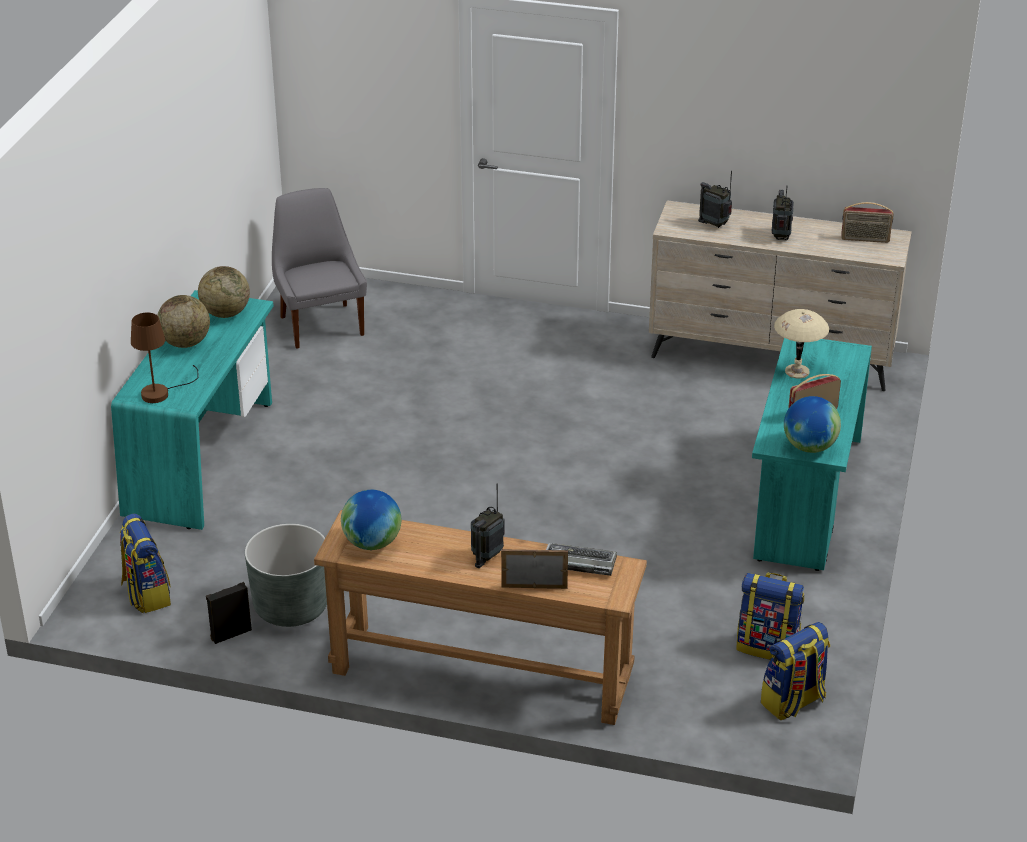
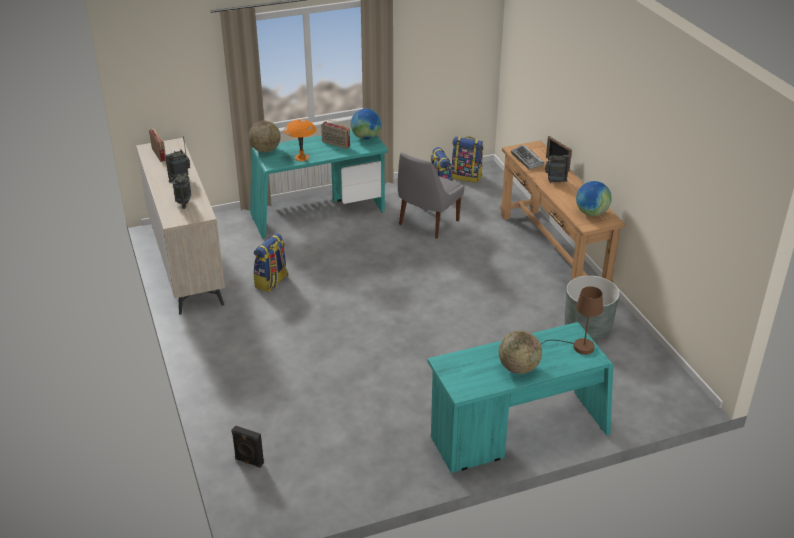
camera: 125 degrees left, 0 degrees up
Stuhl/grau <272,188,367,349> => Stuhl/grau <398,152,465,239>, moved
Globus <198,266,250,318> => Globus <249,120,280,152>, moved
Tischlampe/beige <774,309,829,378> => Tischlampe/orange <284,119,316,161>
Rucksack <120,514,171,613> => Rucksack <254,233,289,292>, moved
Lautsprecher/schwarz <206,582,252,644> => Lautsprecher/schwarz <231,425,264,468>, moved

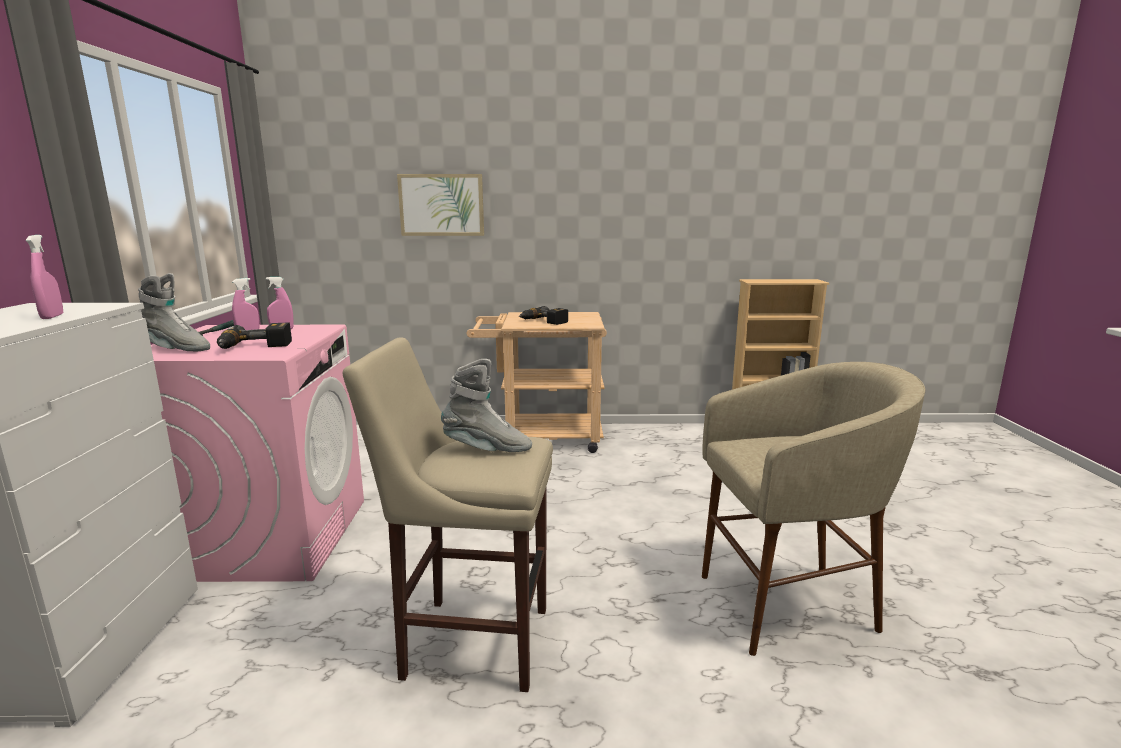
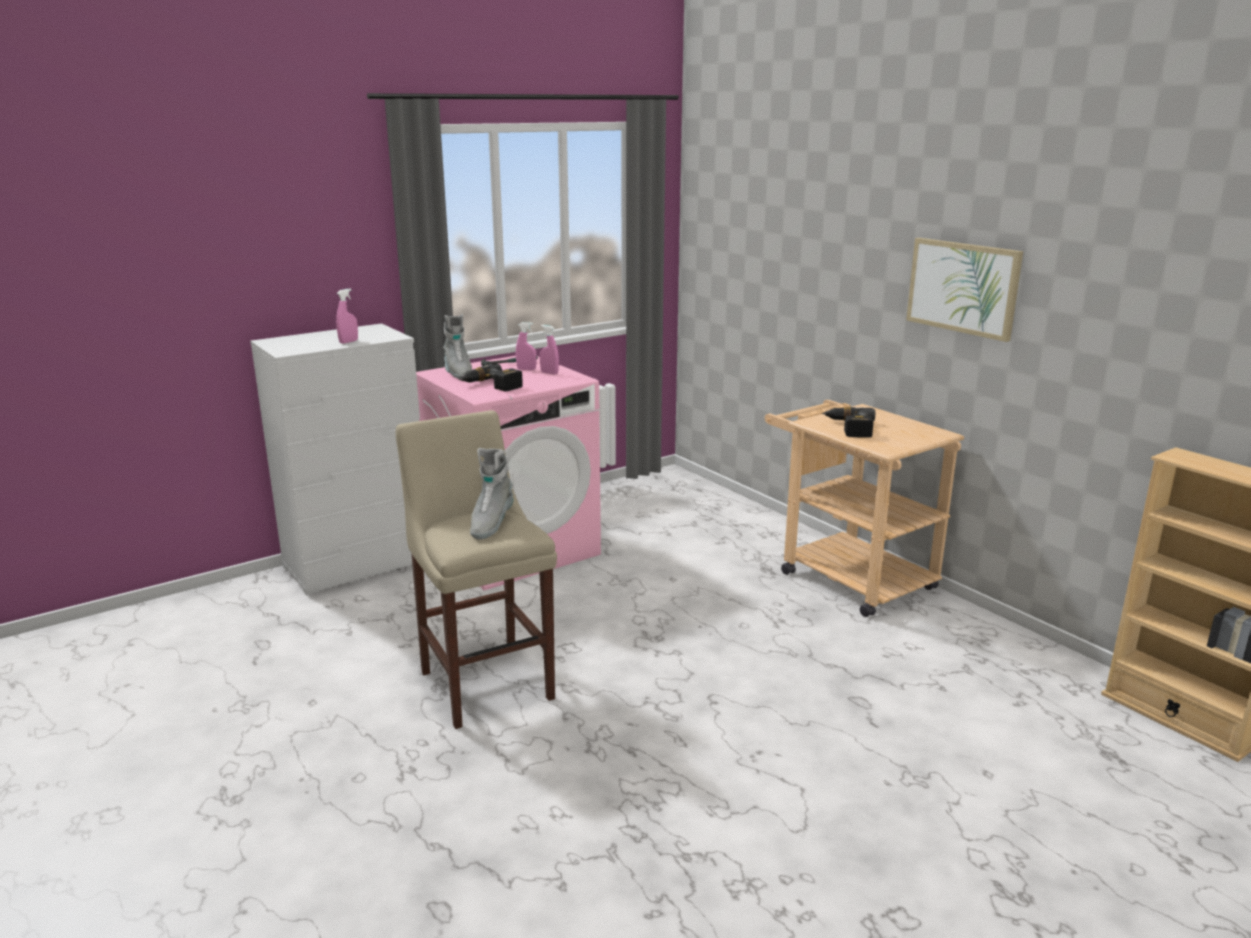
camera: 55 degrees right, 5 degrees up
Bild <397,174,484,236> => Bild <906,238,1023,342>, moved
Stiefel/grau <441,359,532,452> => Stiefel/grau <470,448,514,540>, 45 degrees clockwise
Hocker/beige <702,362,926,656> => nothing

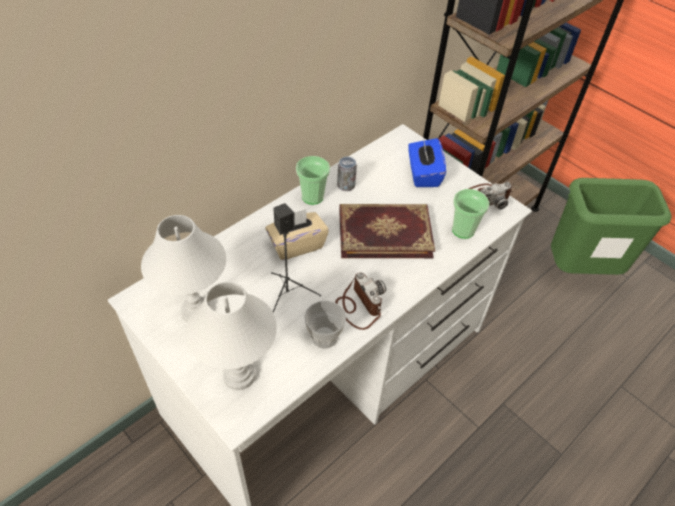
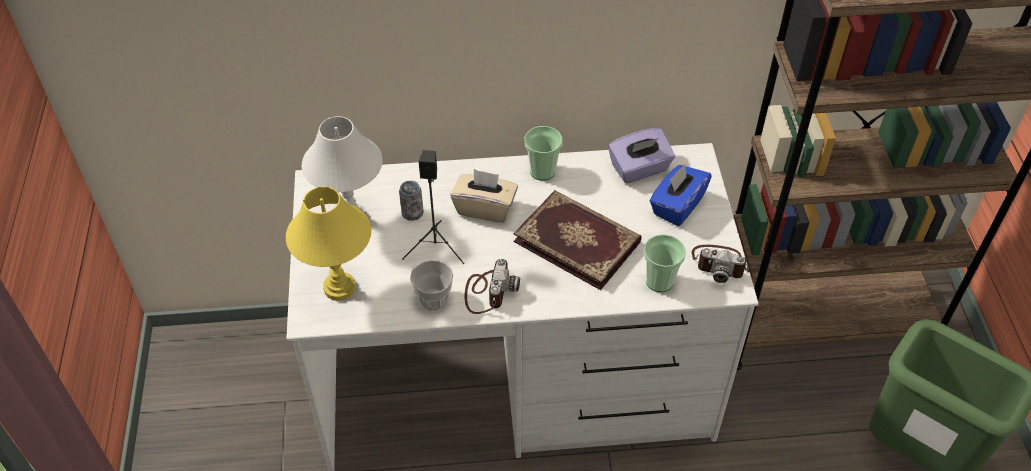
camera: 40 degrees right, 0 degrees up
Dose <337,157,357,191> => Dose <399,180,424,221>, moved
Tischlampe/weiß <185,282,277,390> => Tischlampe/gelb <286,186,371,301>
nothing => Taschentuchbox/lila <608,128,675,183>

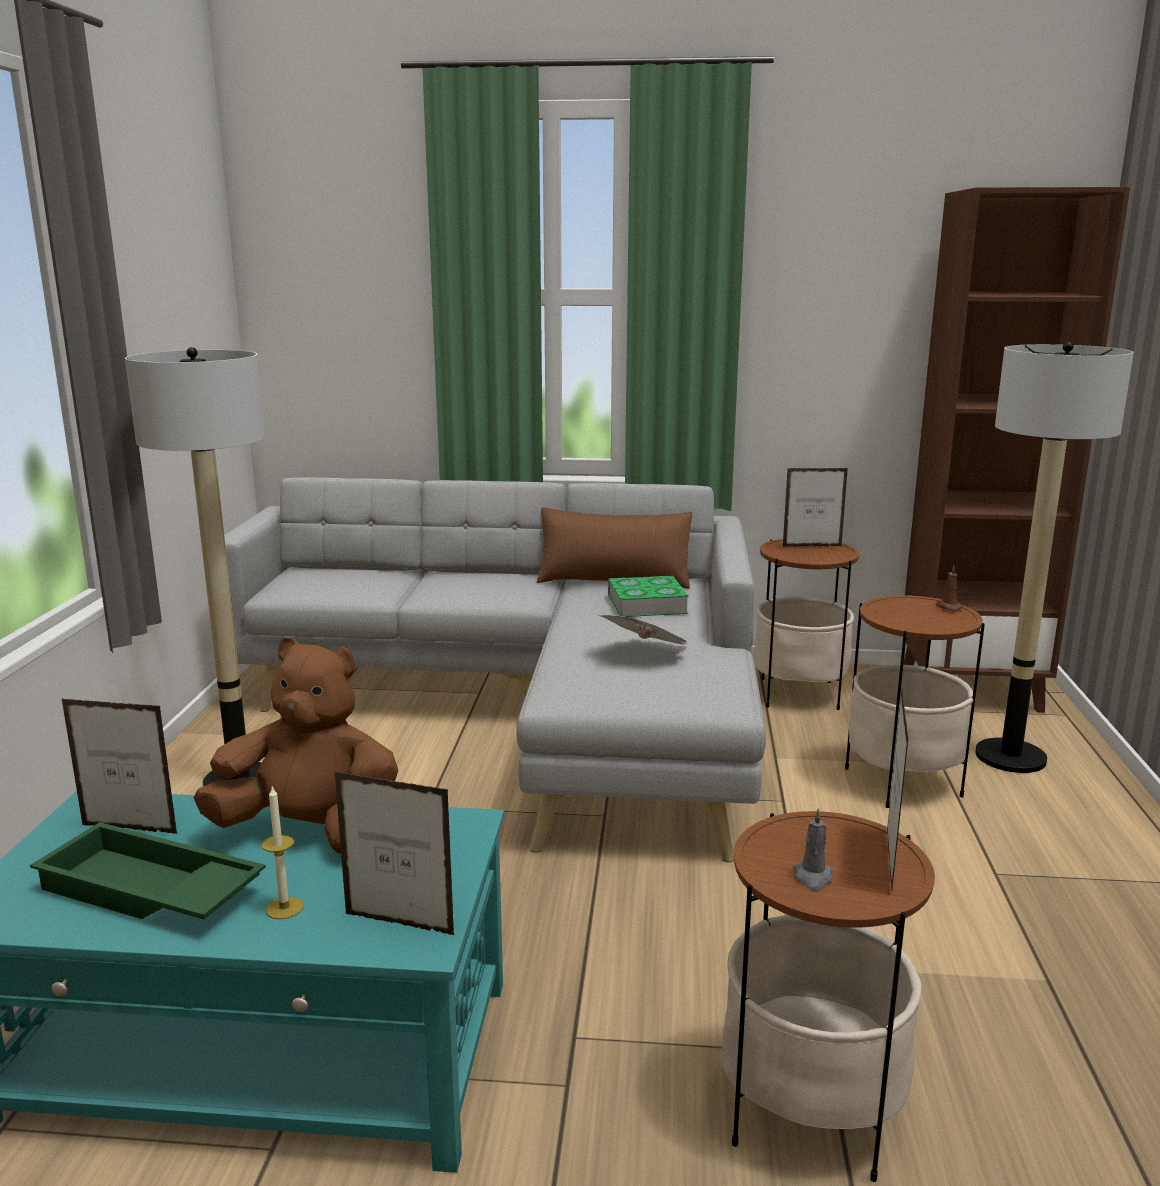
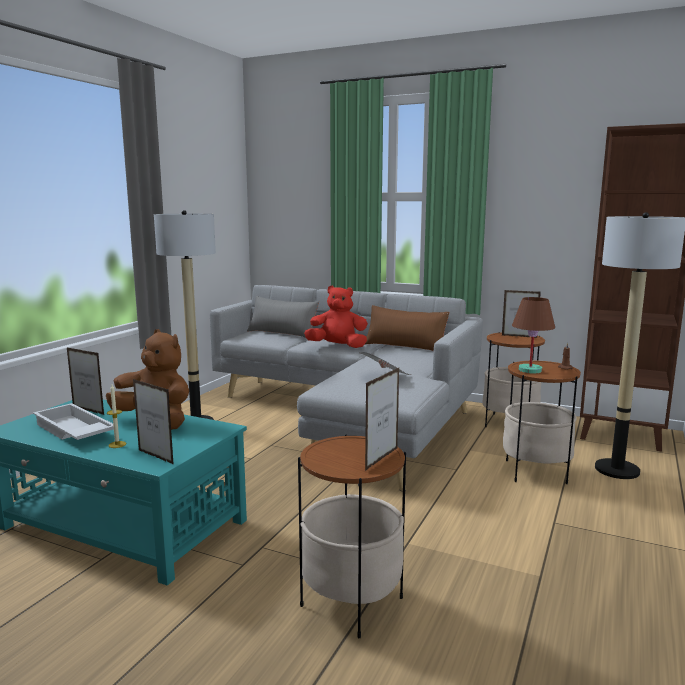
camera: 20 degrees right, 5 degrees down
Buch <608,576,689,617> => nothing
Kerze/grau <793,808,833,891> => nothing
Tablett/grün <30,822,266,919> => Tablett/weiß <33,403,114,440>
nothing => Plüschtier/rot <304,286,368,348>
nothing => Kissen/grau <247,296,319,338>
nothing => Tischlampe/braun <512,297,555,373>

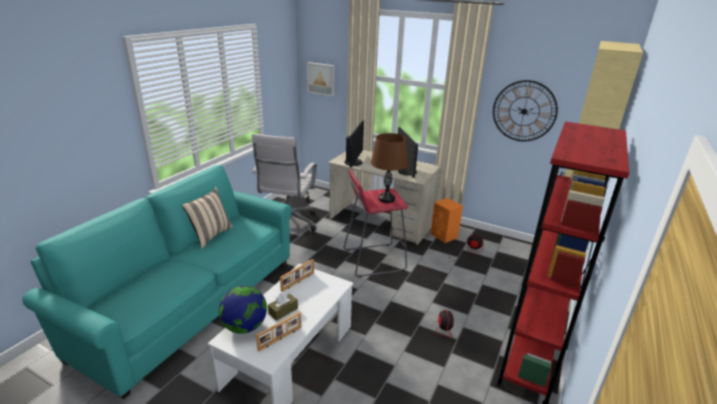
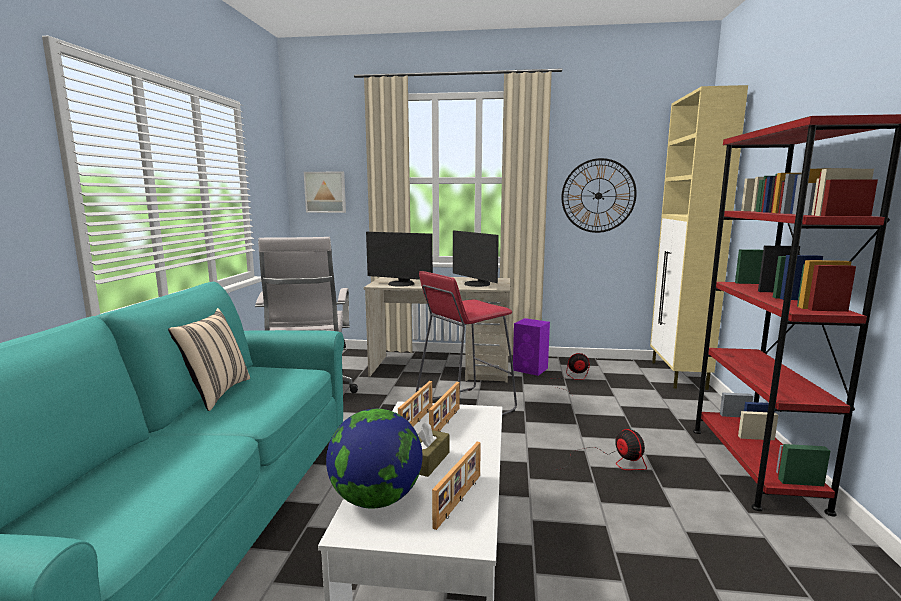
camera: 20 degrees left, 15 degrees down
Monitor <345,120,364,168> => Monitor <366,232,433,287>, 120 degrees clockwise
Tischlampe/braun <371,133,408,203> => nothing
Lautsprecher/orange <431,198,463,243> => Lautsprecher/lila <513,318,550,376>
nothing => Bilderrahmen <429,382,459,431>

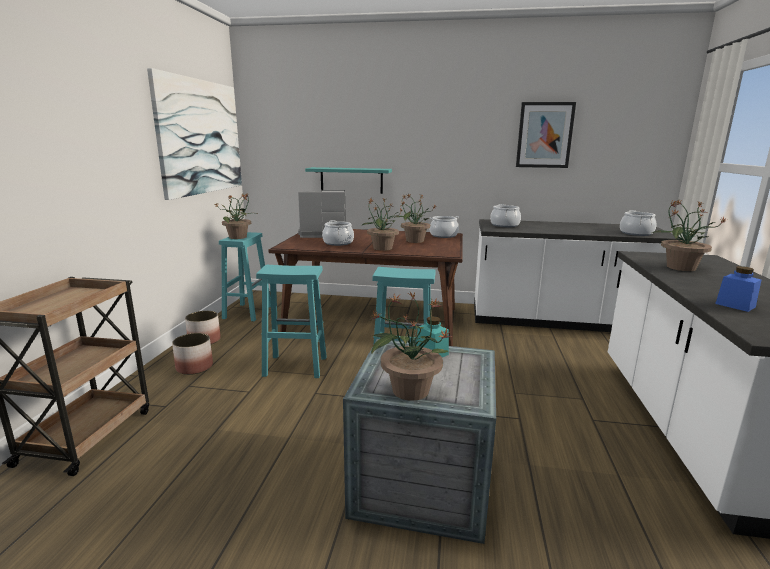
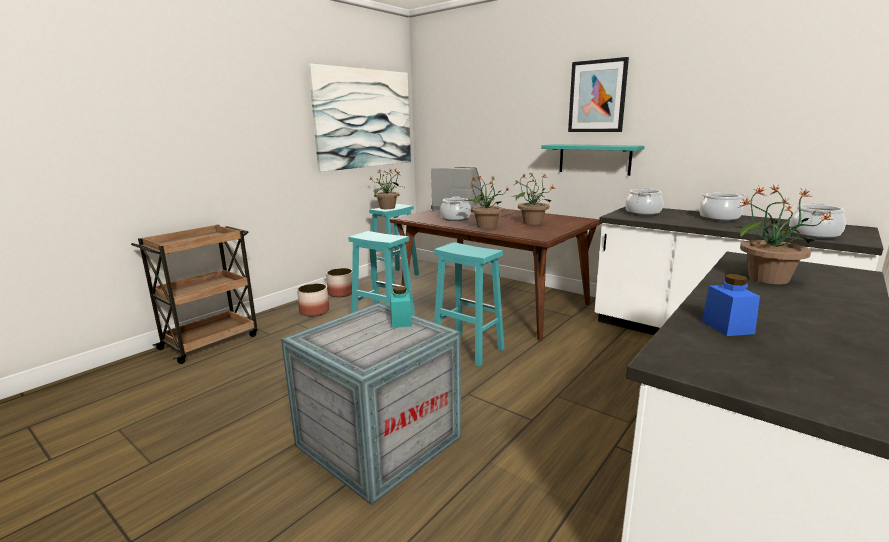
camera: 30 degrees right, 0 degrees up
Bild <516,102,576,168> => Bild <568,57,629,132>, moved
Wandregal/türkis <305,167,392,194> => Wandregal/türkis <541,144,645,176>, moved
Kochtopf <430,216,460,238> => Kochtopf <699,193,746,221>, moved
Topfpflanze <370,292,453,401> => nothing

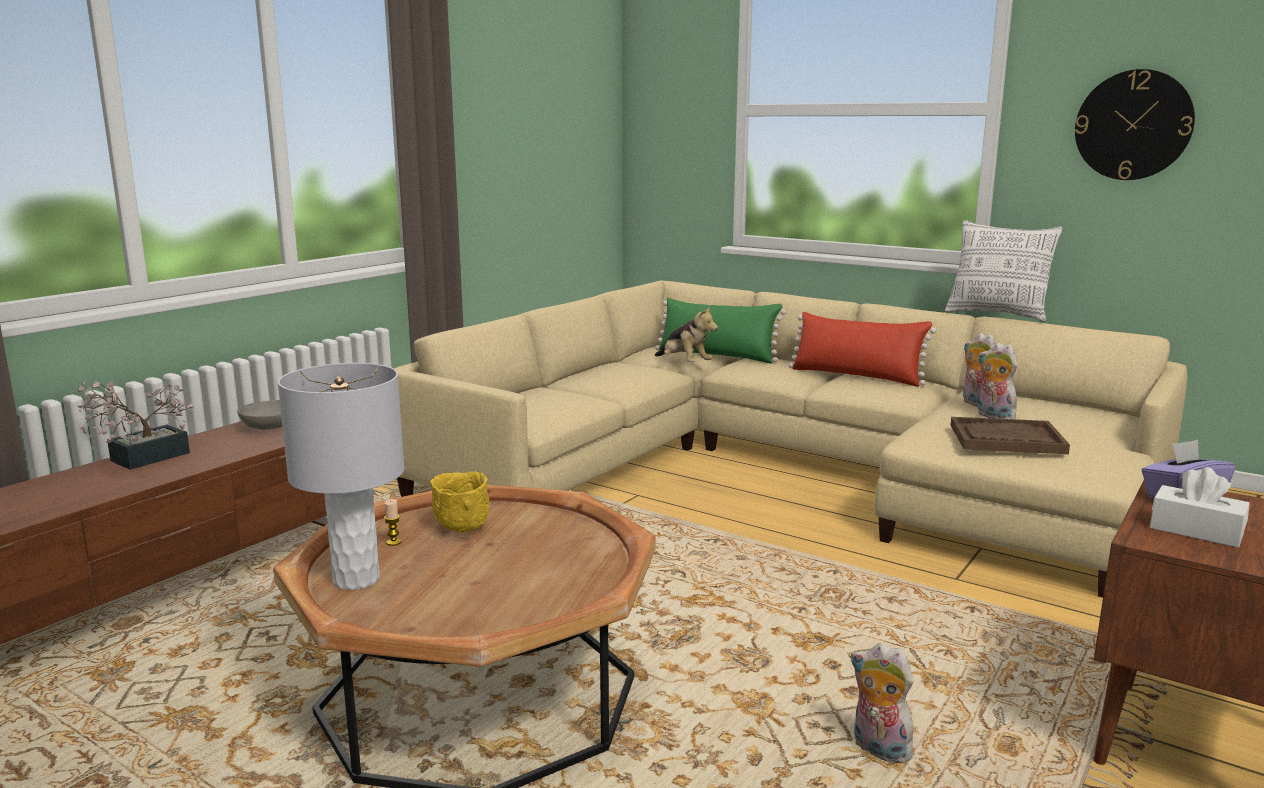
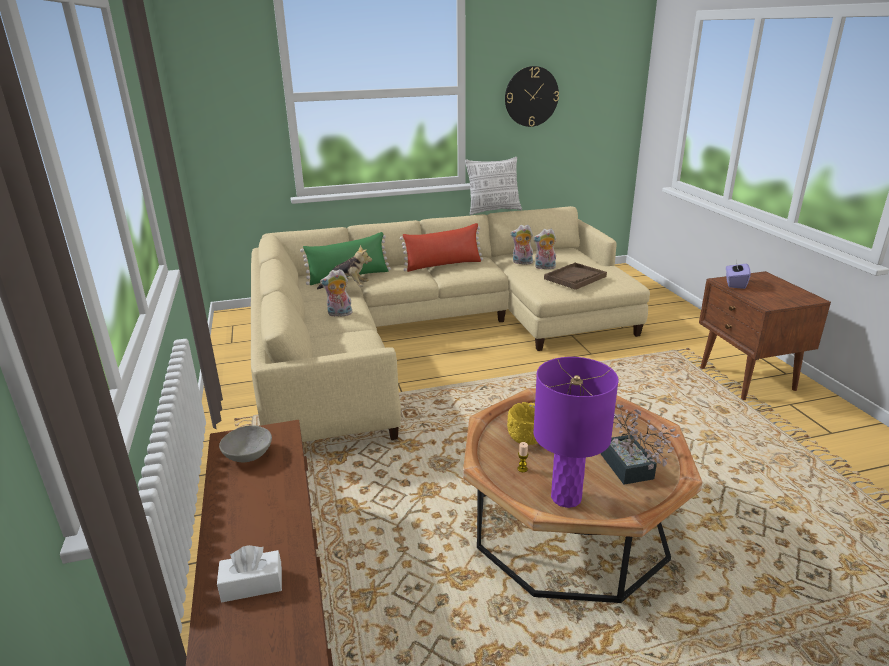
camera: 50 degrees left, 10 degrees up
Tischlampe/grau <278,363,405,590> => Tischlampe/lila <533,357,618,508>
Topfpflanze <77,381,193,470> => Topfpflanze <601,404,680,485>, moved
Taschentuchbox/weiß <1150,467,1250,548> => Taschentuchbox/weiß <217,545,282,602>, moved
Plüschtier <850,642,920,763> => Plüschtier <320,269,352,317>, moved

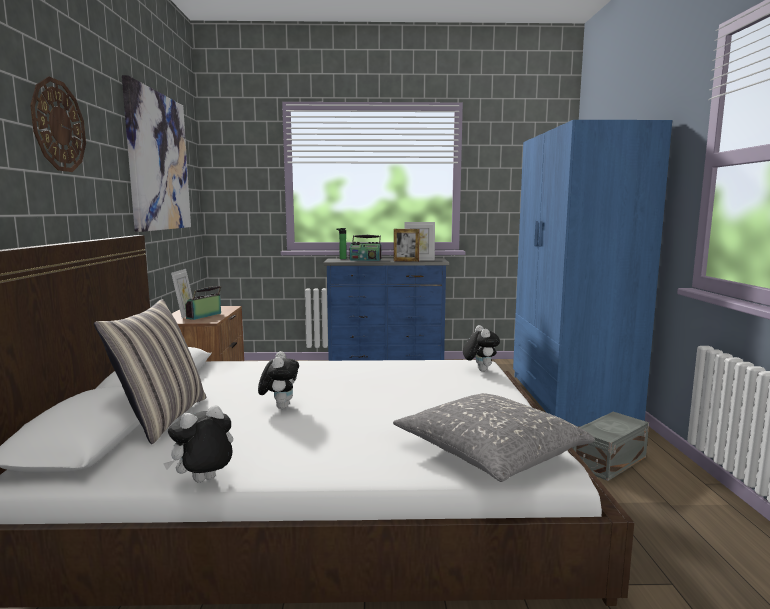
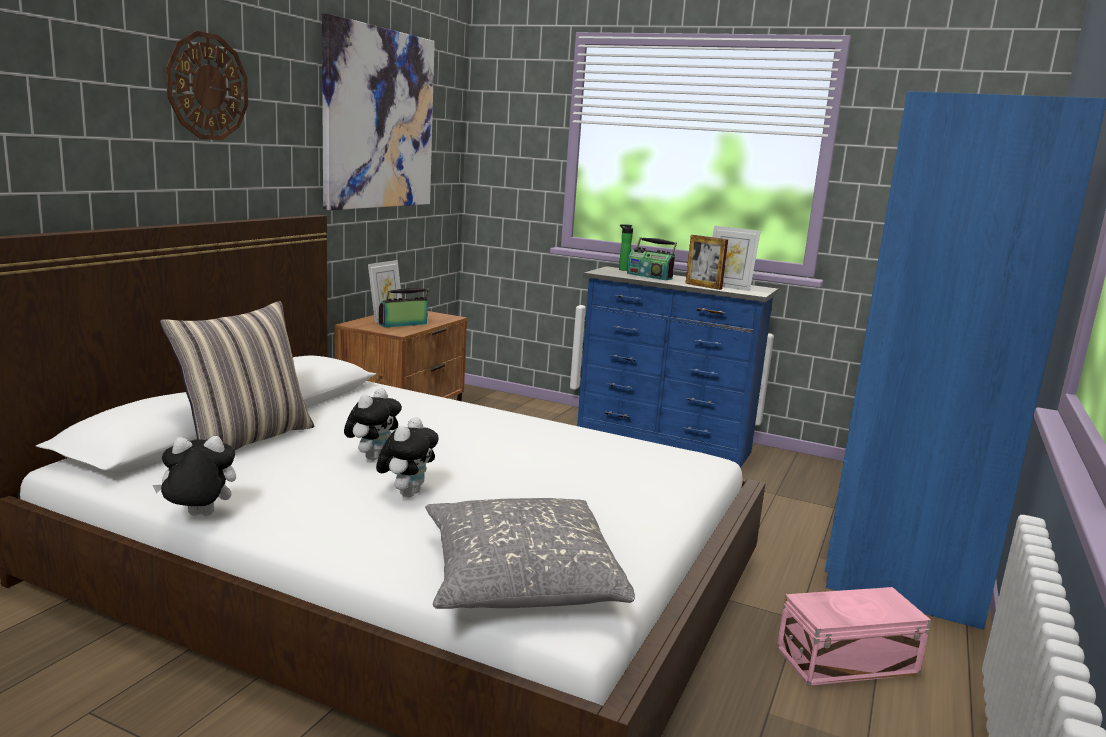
camera: 25 degrees right, 5 degrees up
Plüschtier <463,325,500,372> => Plüschtier <376,417,439,497>, moved
Aufbewahrungsbox/grau <573,412,649,481> => Aufbewahrungsbox/rosa <777,587,931,686>

